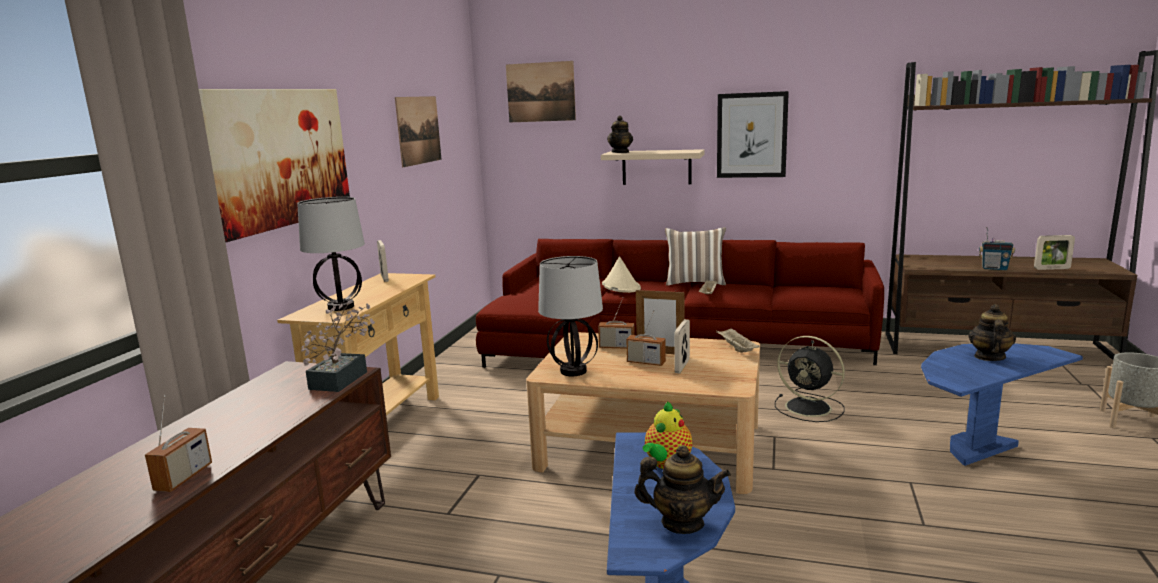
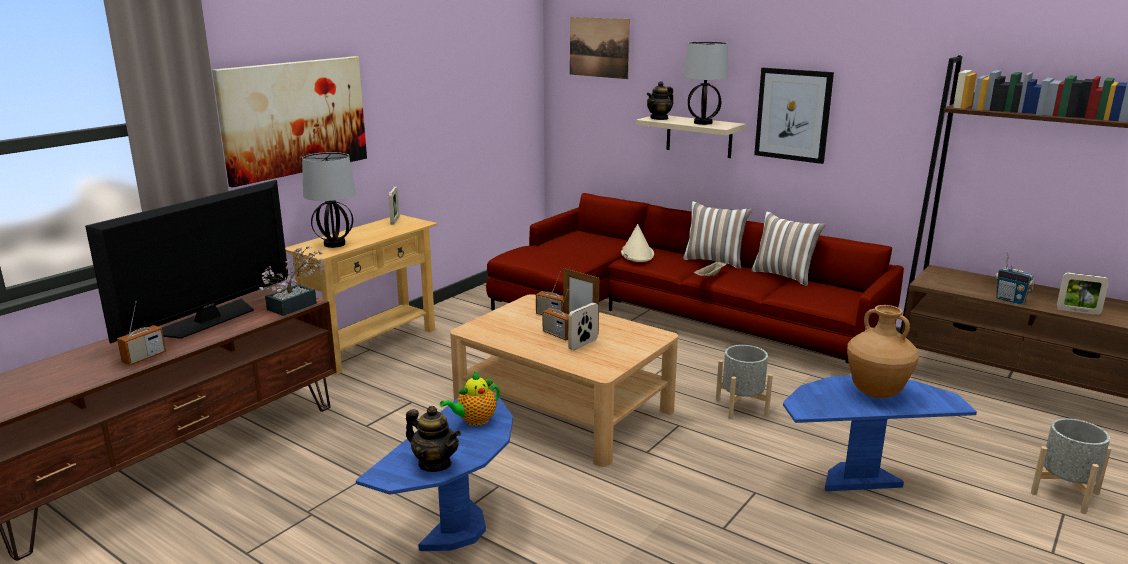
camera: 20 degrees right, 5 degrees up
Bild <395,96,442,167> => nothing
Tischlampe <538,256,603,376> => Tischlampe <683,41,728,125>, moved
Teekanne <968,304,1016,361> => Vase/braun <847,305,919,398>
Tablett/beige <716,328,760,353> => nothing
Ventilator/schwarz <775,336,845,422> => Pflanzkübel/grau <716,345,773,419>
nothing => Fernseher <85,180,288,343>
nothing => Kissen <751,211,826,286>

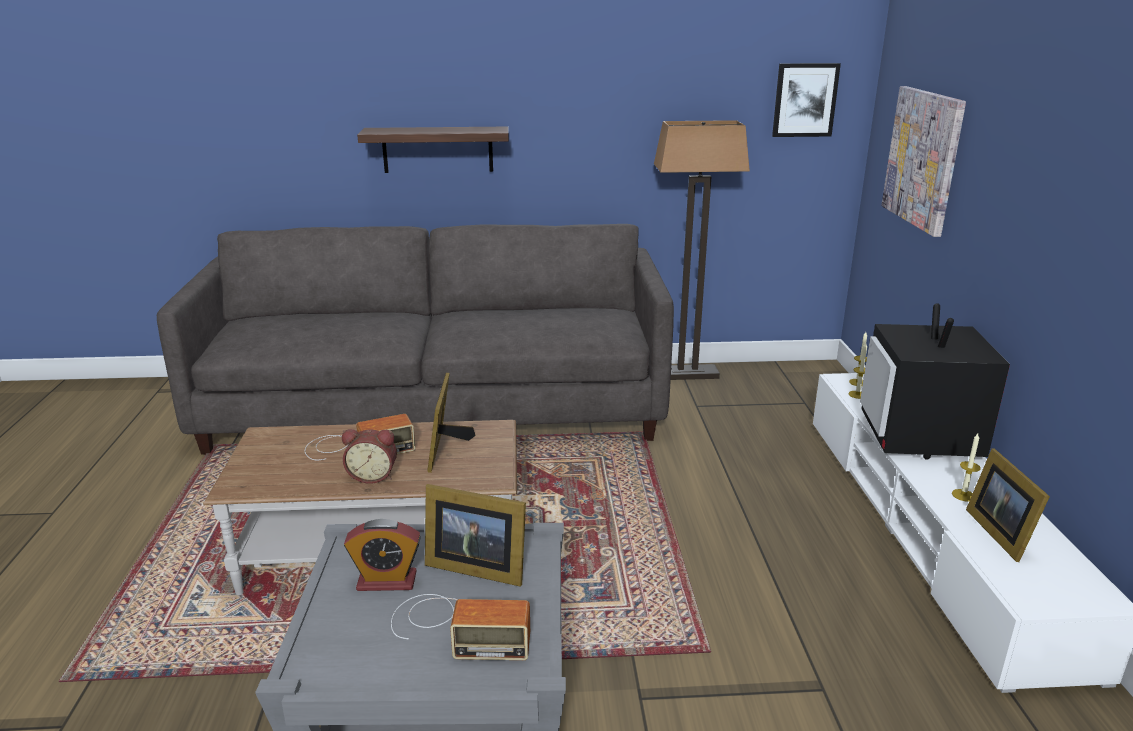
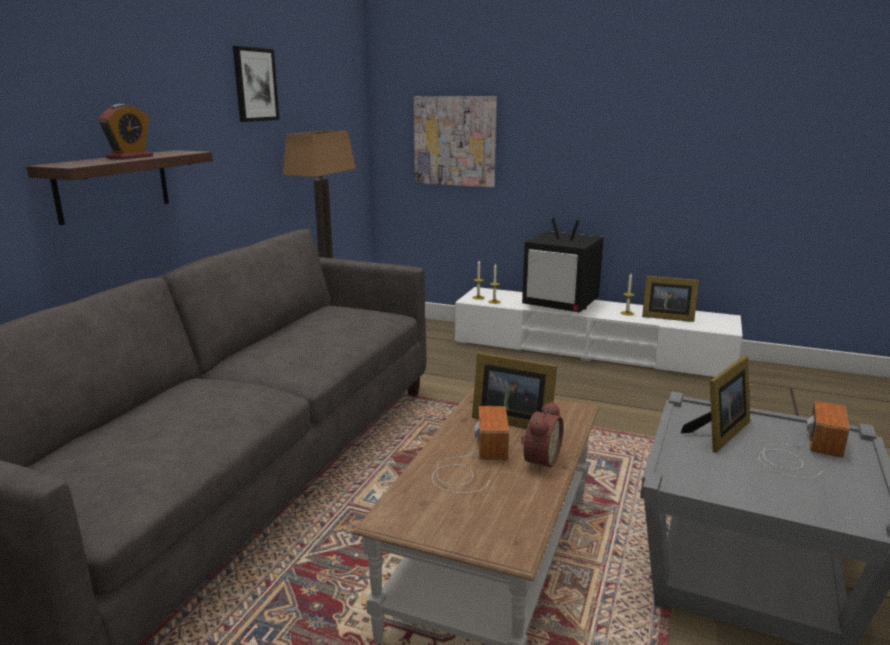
camera: 65 degrees left, 5 degrees down
Bild <772,63,841,137> => Bild <233,46,279,122>, moved
Wecker <344,519,421,591> => Wecker <98,104,153,160>, moved

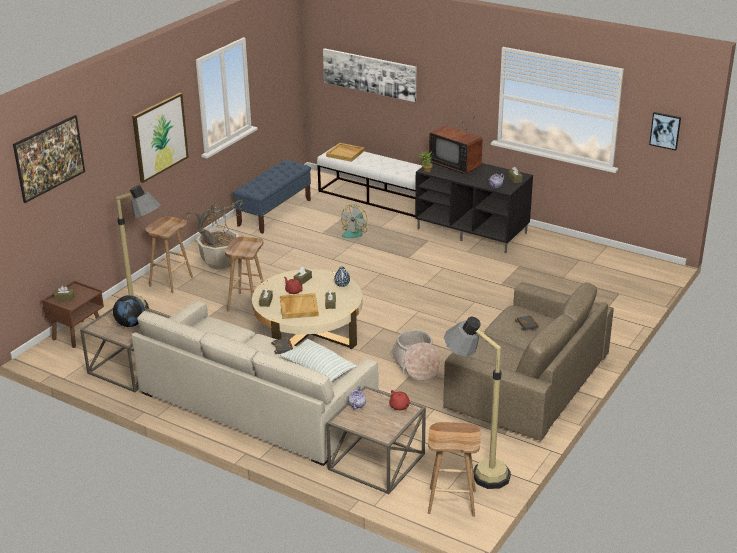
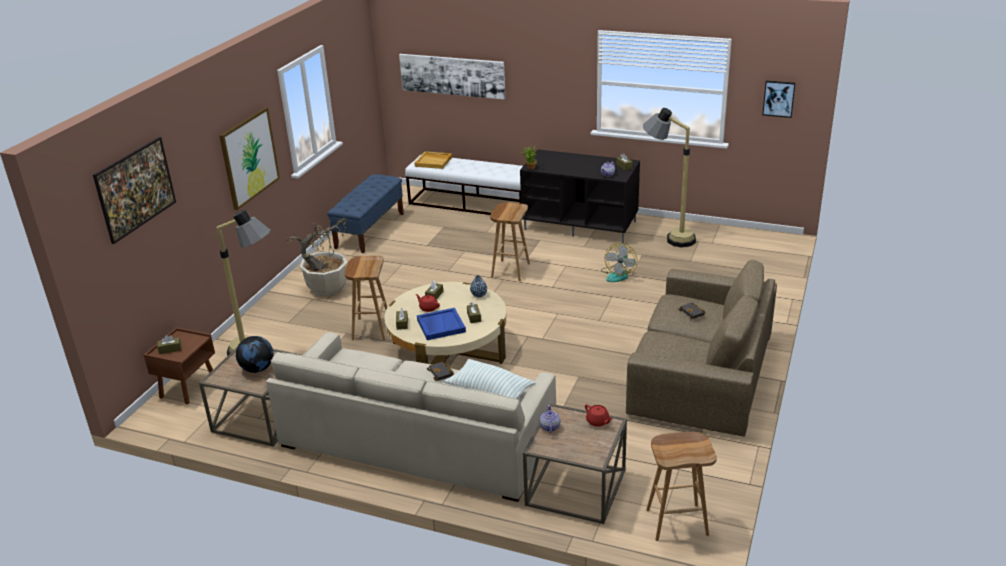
camera: 10 degrees left, 0 degrees up
Fernseher <429,113,483,174> => nothing
Ventilator <341,204,367,238> => Ventilator <601,243,637,282>, moved
Hocker/braun <145,216,193,293> => Hocker/braun <490,202,530,281>, moved
Tablett/beige <280,293,319,319> => Tablett/blau <417,308,466,340>
Stehlampe <444,316,511,489> => Stehlampe <643,108,696,248>, moved
Korb <390,330,441,381> => nothing

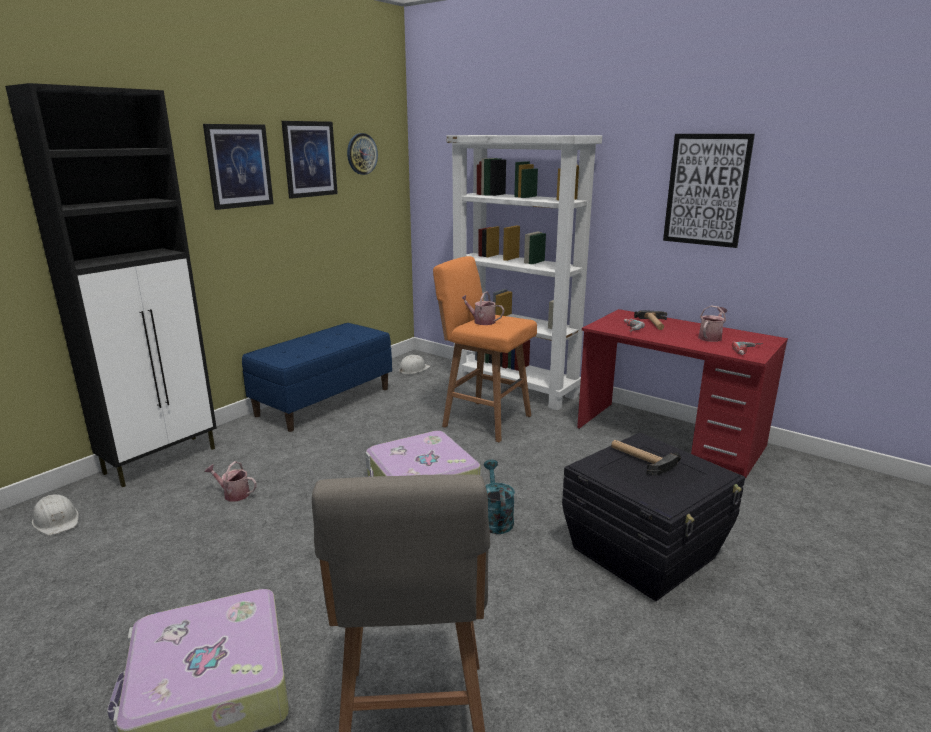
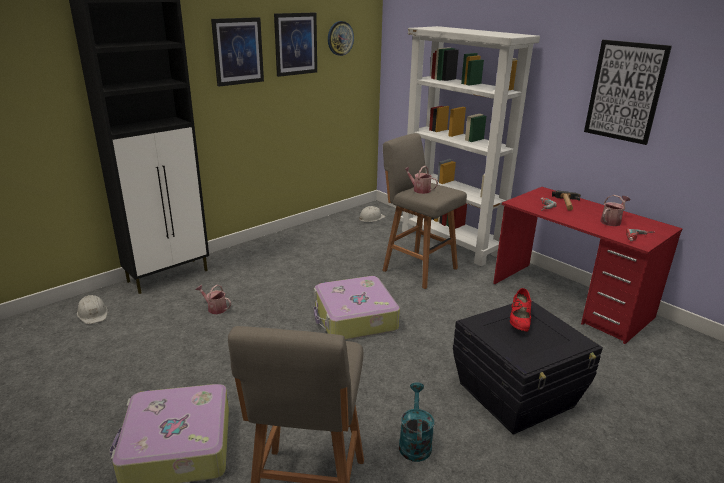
camera: 10 degrees right, 5 degrees up
Hocker/orange <433,256,537,442> => Hocker/grau <382,133,467,289>
Bank/blau <242,323,392,432> => nothing
Hammer <611,440,681,475> => Schuh/rot <510,288,531,332>
Gießkanne/türkis <484,460,515,534> => Gießkanne/türkis <399,382,434,462>, moved

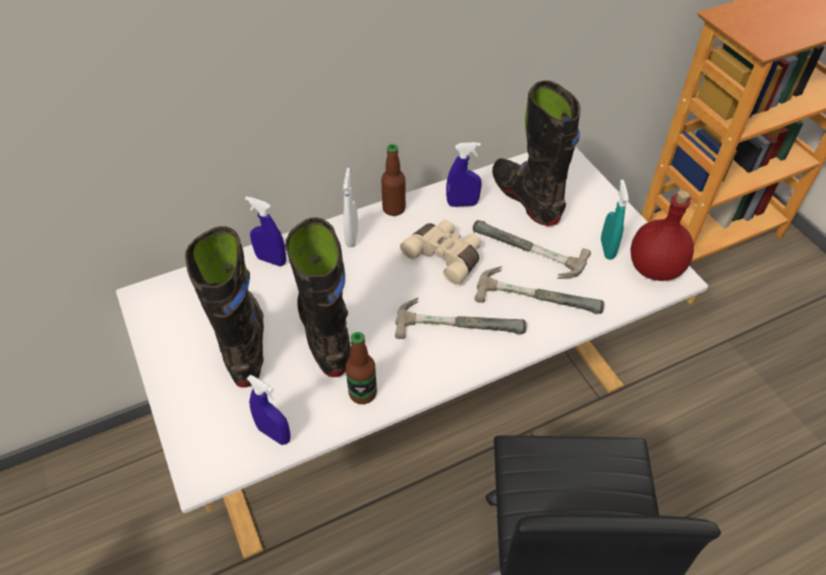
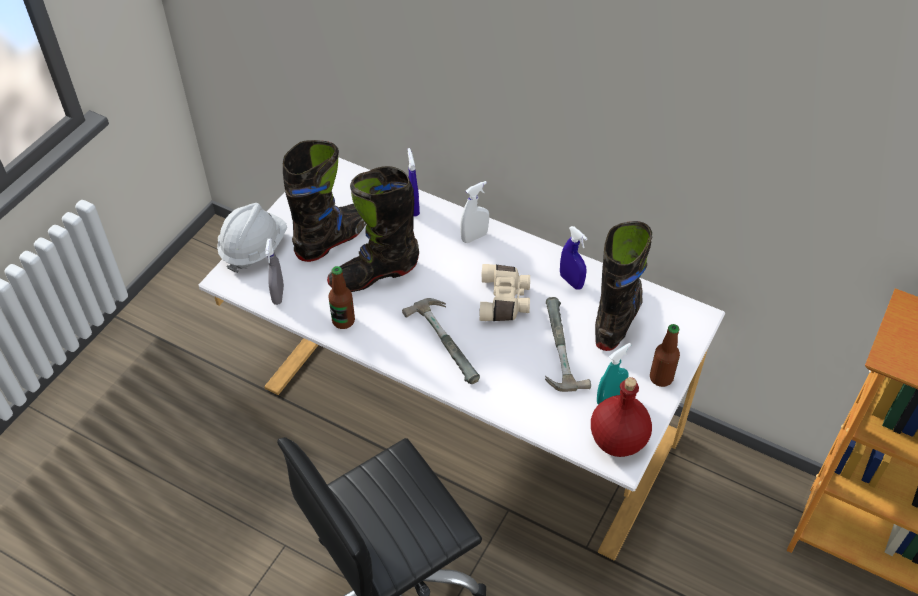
camera: 55 degrees right, 0 degrees up
Flasche <381,144,406,216> => Flasche <650,324,680,387>, moved
Stiefel/schwarz <285,217,351,377> => Stiefel/schwarz <327,166,419,292>, 150 degrees counterclockwise
Hammer <475,266,604,314> => nothing
Sprühflasche/blau <247,375,291,445> => Sprühflasche/grau <265,239,284,305>
nothing => Schutzhelm/weiß <217,203,287,273>

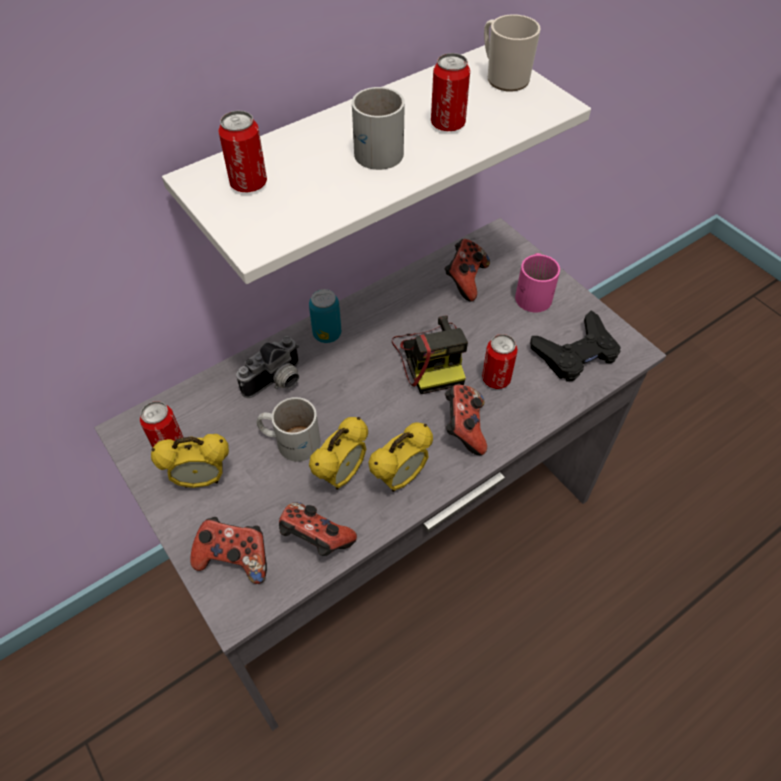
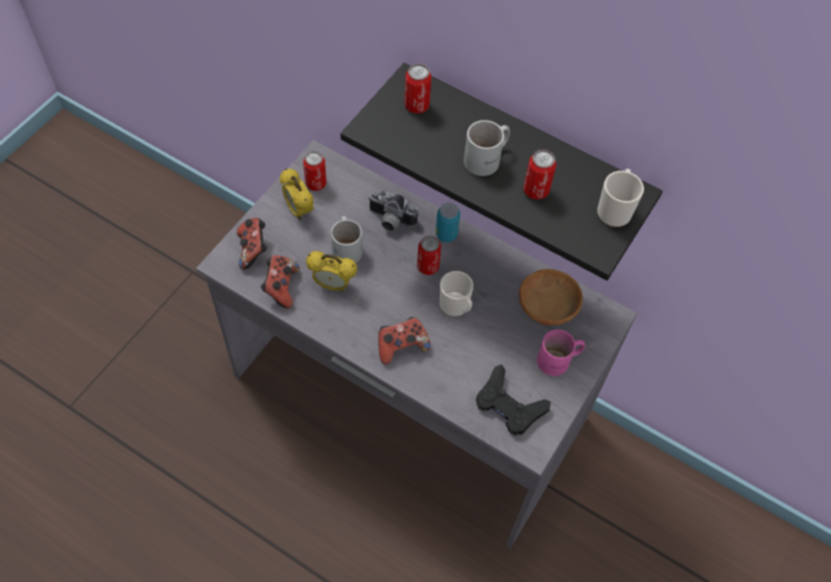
camera: 65 degrees right, 5 degrees up
Wandregal/weiß <162,45,591,284> => Wandregal/schwarz <341,63,663,280>
Gamepad <445,239,490,302> => Schüssel/braun <519,269,583,325>
Kamera <392,315,468,394> => Henkelbecher <440,271,473,317>
Dose <482,334,518,389> => Dose <417,236,441,275>, moved
Wecker <368,422,433,492> => nothing

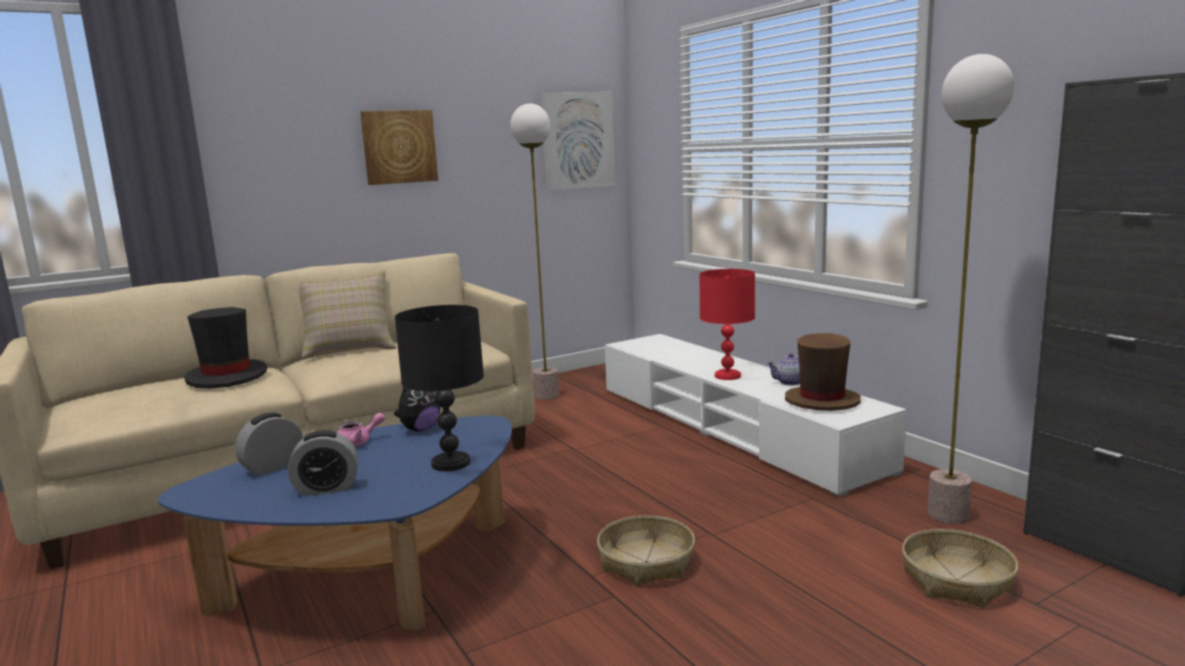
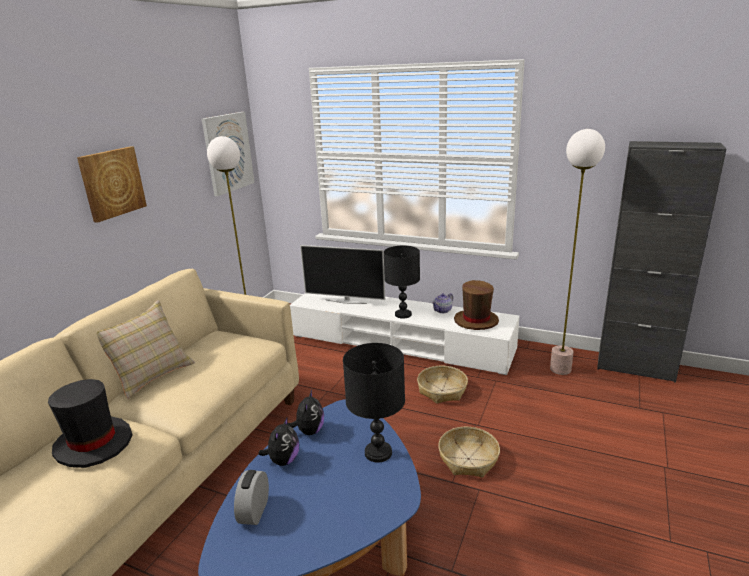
camera: 35 degrees left, 10 degrees up
Tischlampe/rot <700,269,755,380> => Tischlampe/schwarz <384,246,420,318>
Teekanne/rosa <338,413,385,446> => Plüschtier <258,416,299,466>
Wecker <288,430,358,496> => nothing
Korb <902,529,1019,608> => Korb <417,366,468,404>, moved
nothing => Fernseher <300,245,385,304>

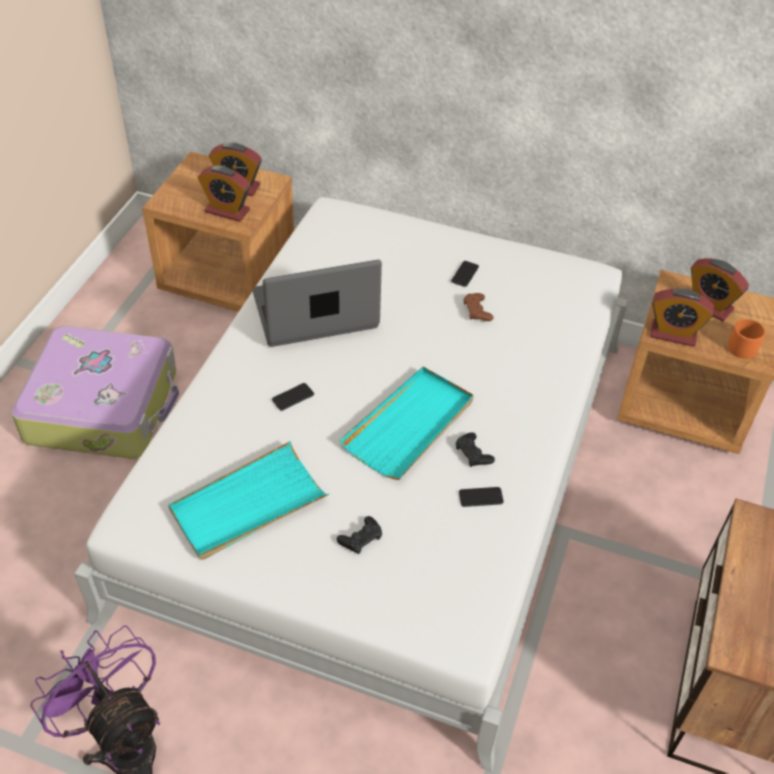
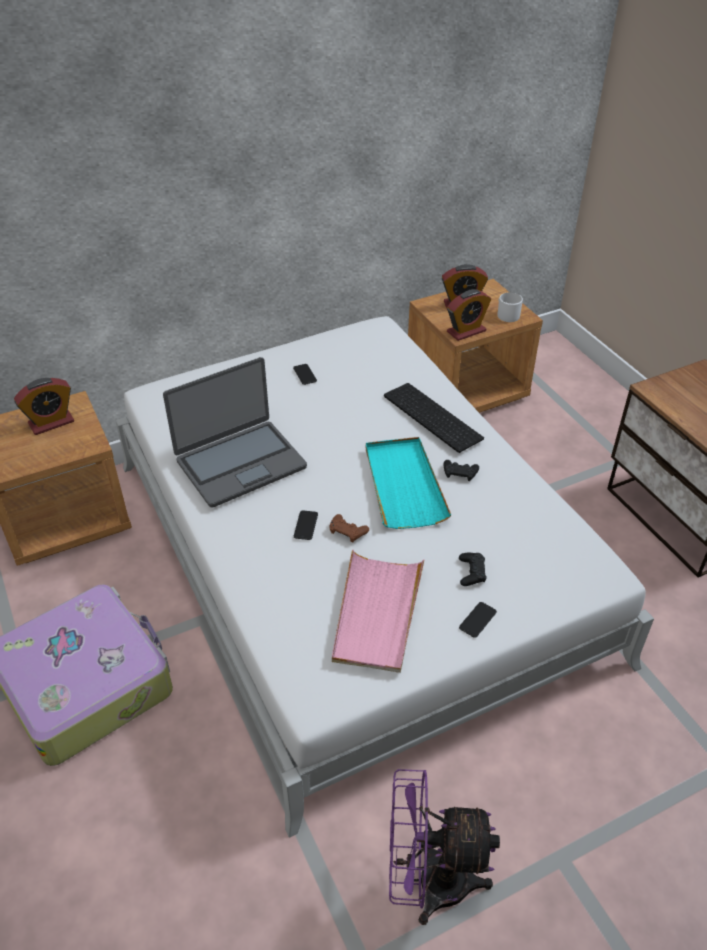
camera: 45 degrees left, 5 degrees down
Wecker <198,166,251,222> => nothing
Laptop <253,260,382,347> => Laptop <163,357,307,508>, 150 degrees counterclockwise
Gamepad/braun <463,293,493,321> => Gamepad/braun <330,514,369,543>, moved
Henkelbecher/orange <728,319,765,359> => Henkelbecher/weiß <498,292,523,322>
Tablett/türkis <169,441,329,560> => Tablett/rosa <332,549,425,673>
Handy <459,487,504,507> => Handy <459,602,497,638>, moved
nothing => Tastatur <384,383,484,453>

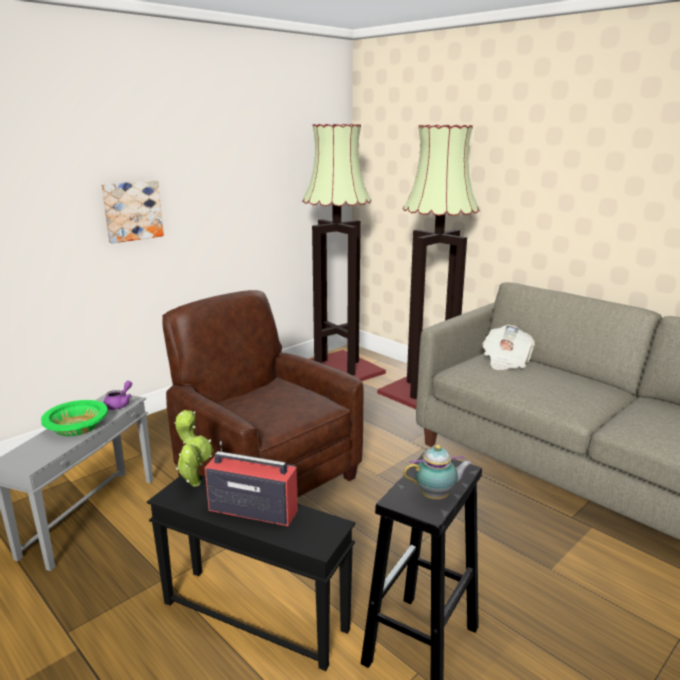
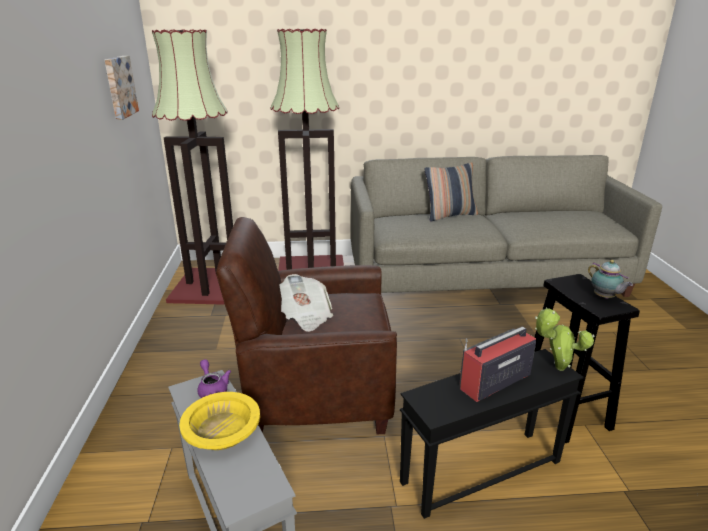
camera: 50 degrees left, 5 degrees up
Bild <101,180,164,244> => Bild <105,56,139,120>, moved
Zeitung <482,325,535,370> => Zeitung <279,274,333,332>, moved
Schüssel/grün <41,400,108,436> => Schüssel/gelb <179,392,260,450>
Topfpflanze <174,410,214,487> => Topfpflanze <535,308,595,371>, moved
Teekanne <403,445,472,499> => Teekanne <588,260,633,299>, 120 degrees clockwise
nothing => Kissen <425,162,478,222>

